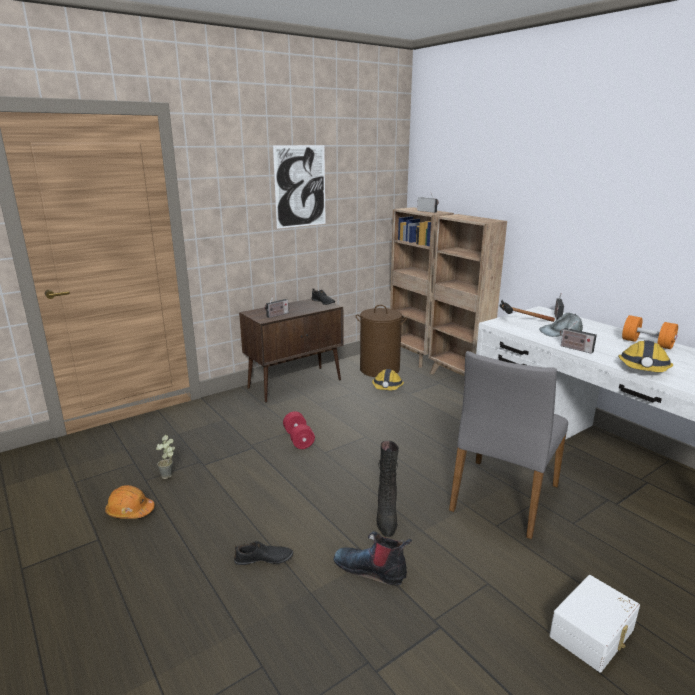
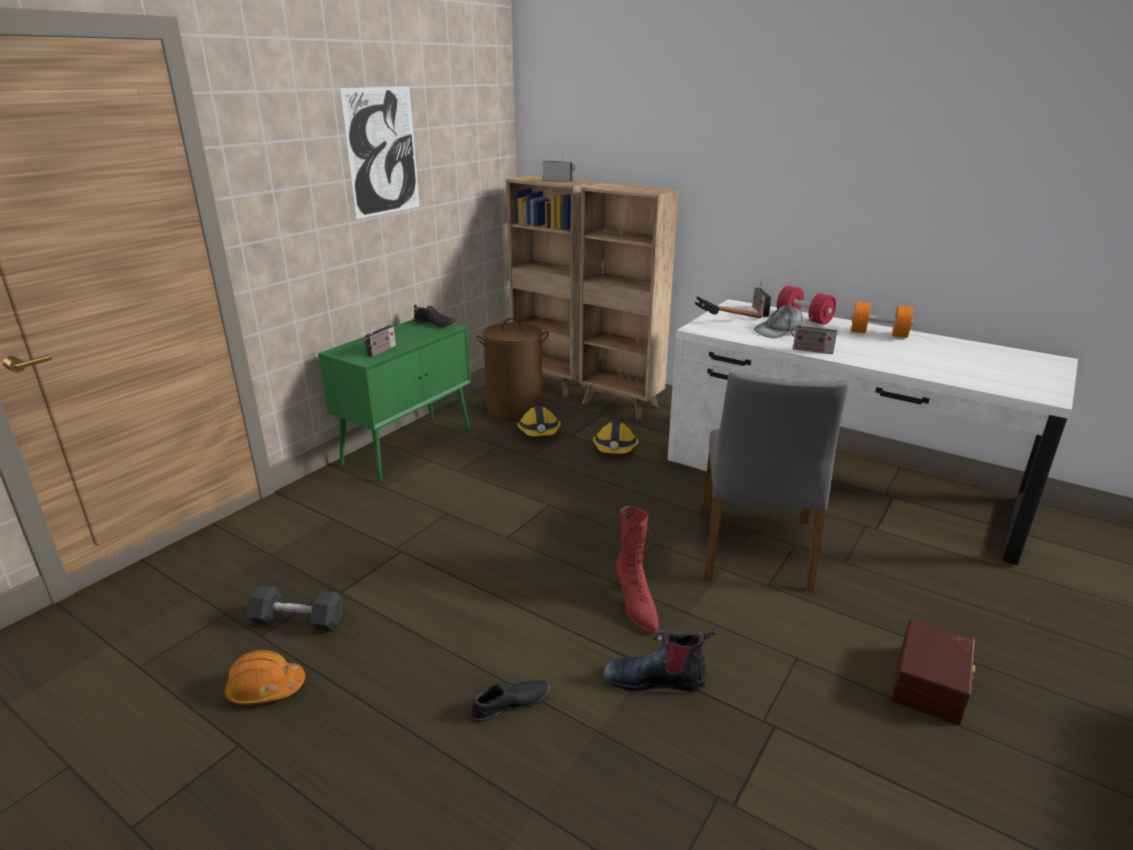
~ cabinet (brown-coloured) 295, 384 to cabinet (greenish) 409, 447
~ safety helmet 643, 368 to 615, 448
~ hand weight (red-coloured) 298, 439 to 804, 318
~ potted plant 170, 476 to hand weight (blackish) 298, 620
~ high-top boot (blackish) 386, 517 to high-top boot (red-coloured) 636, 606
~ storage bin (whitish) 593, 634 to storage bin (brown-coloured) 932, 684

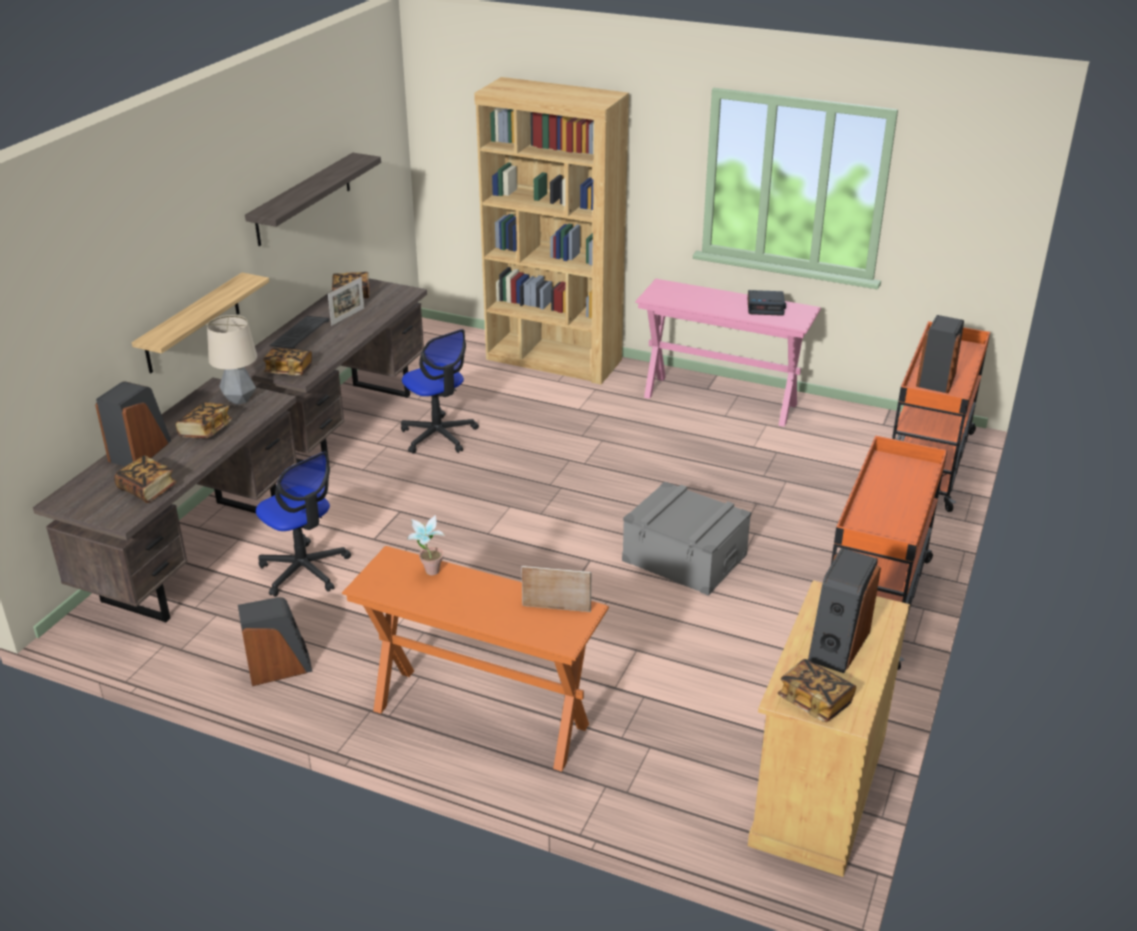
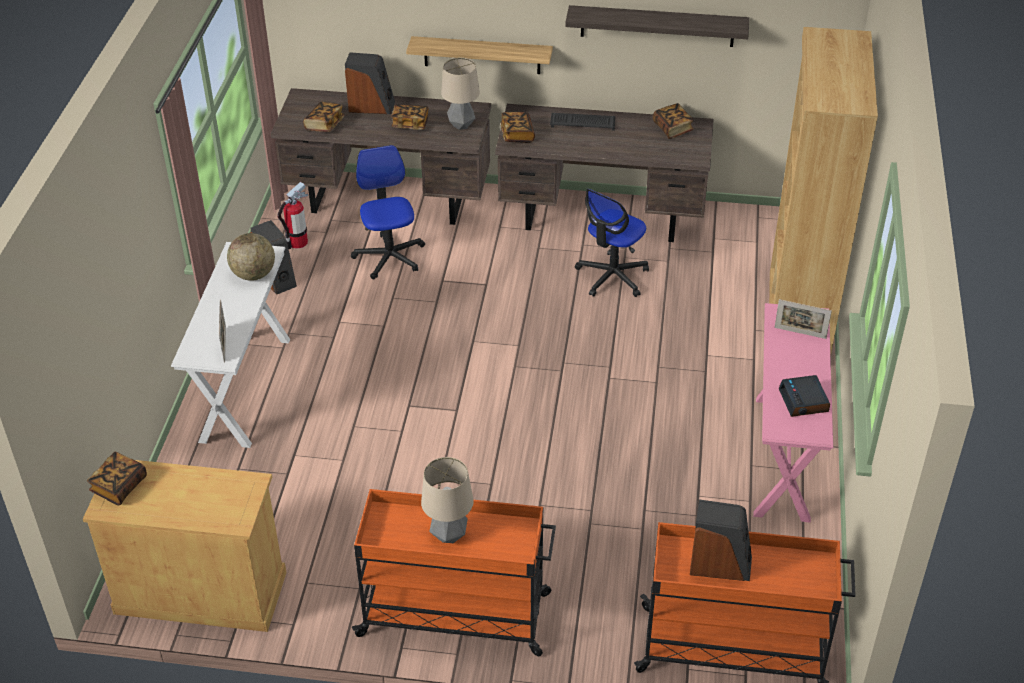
~ picture frame 348, 316 to 800, 333
~ computer chair 304, 570 = 389, 257 135 degrees clockwise
- storage bin (greyish) 685, 557
~ potted plant 429, 574 to globe 254, 274
~ console table (orange-coloured) 480, 717 to console table (whitish) 245, 388
- speaker 837, 645
+ fire extinguisher 297, 242
+ tabletop lamp 449, 536

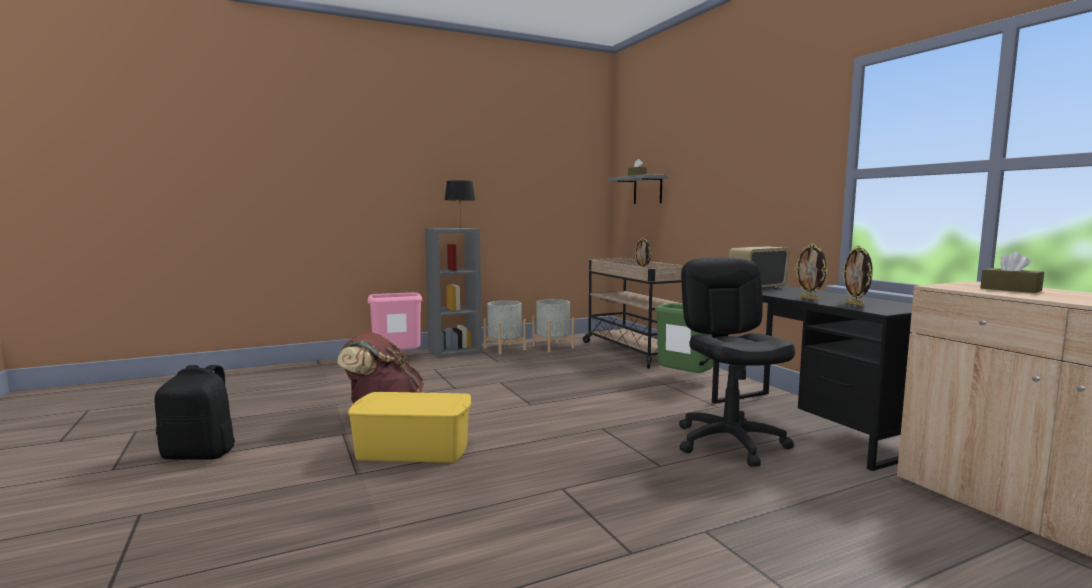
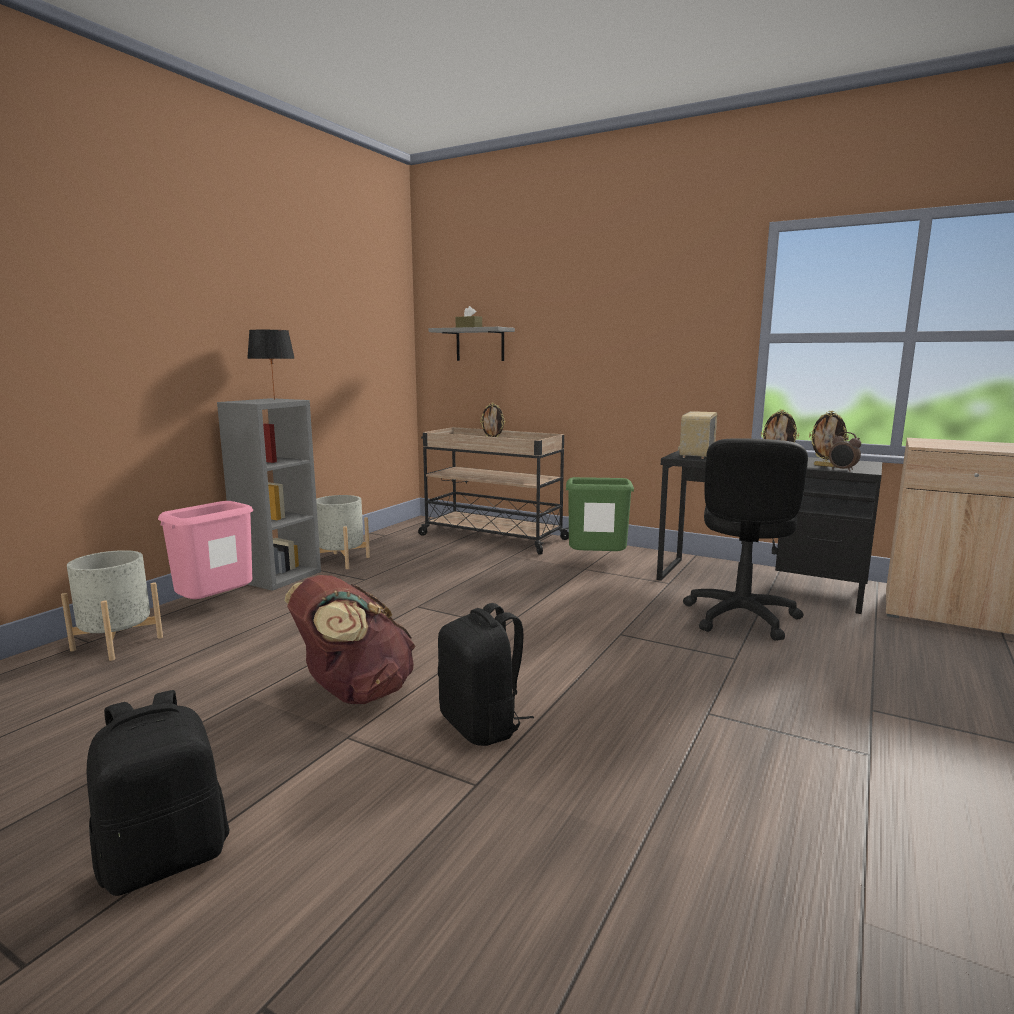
- box of tissues (brown-coloured) 1010, 289
~ computer chair (blackish) 730, 443 = 740, 617 120 degrees counterclockwise
~ plant pot (greyish) 553, 347 to 117, 643
~ storage bin (yellow-coloured) 413, 449 to backpack (blackish) 482, 725
+ table clock 842, 470

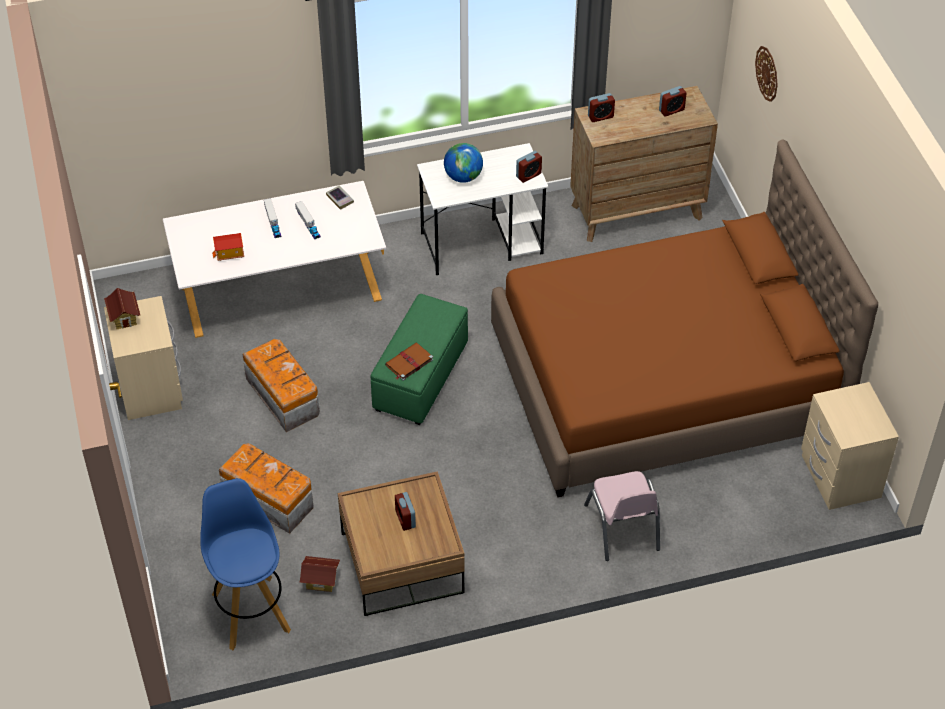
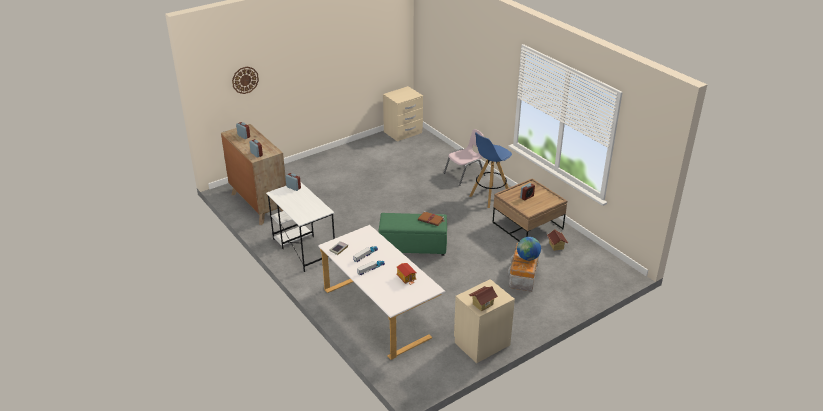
- bed (brown-coloured) 666, 381
~ globe 463, 177 to 528, 258
- storage bin 283, 396
~ sitting stool (bluish) 250, 611 to 489, 196

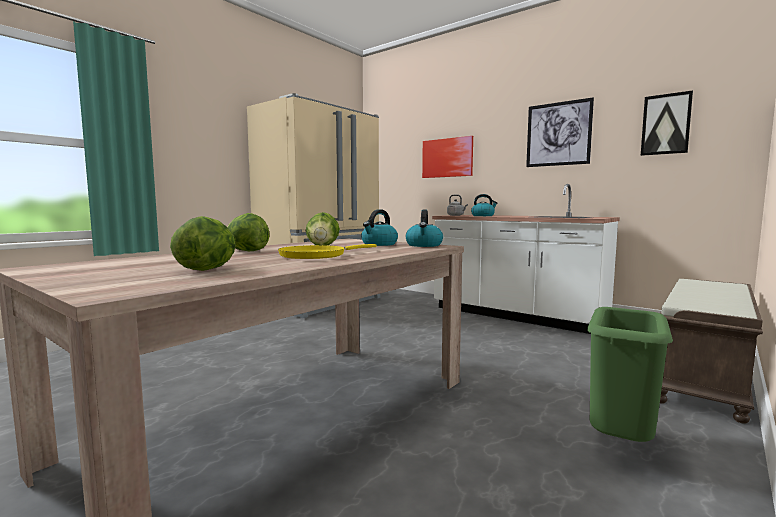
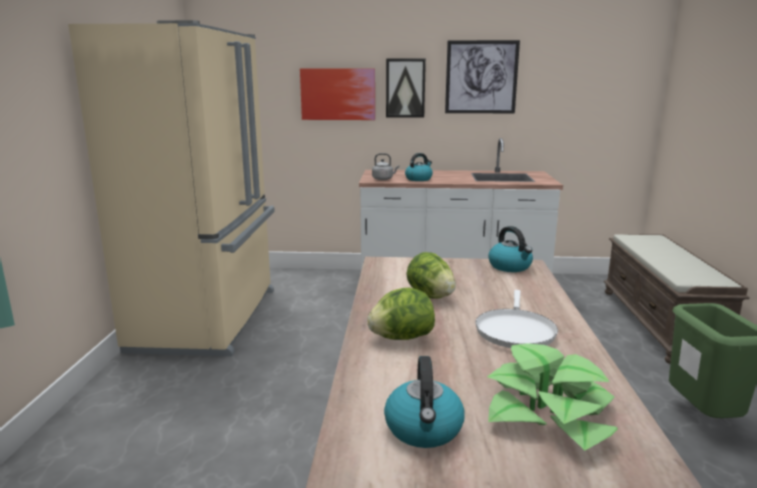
~ wall picture 666, 124 to 405, 88
~ kettle 379, 244 to 424, 429
~ head of lettuce 207, 269 to potted plant 549, 413
~ frying pan (yellow-coloured) 317, 256 to frying pan (whitish) 515, 331

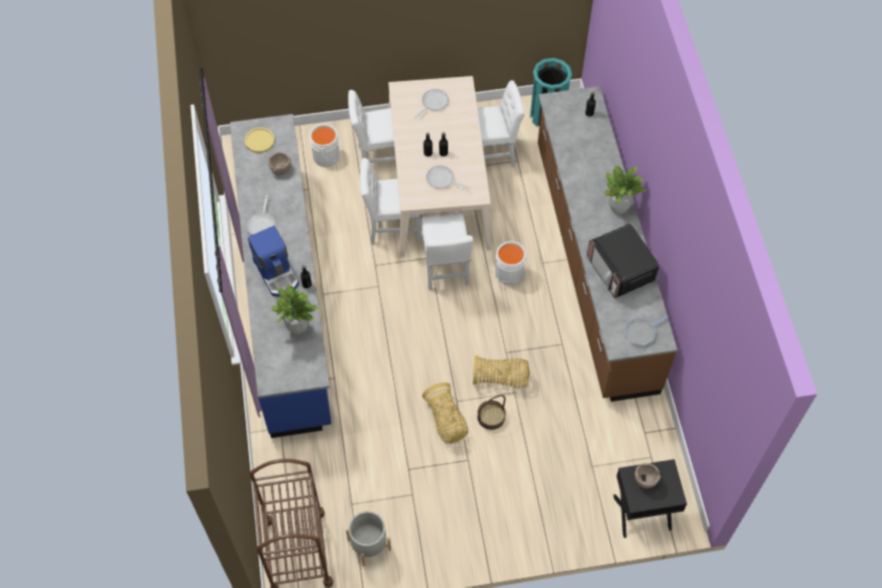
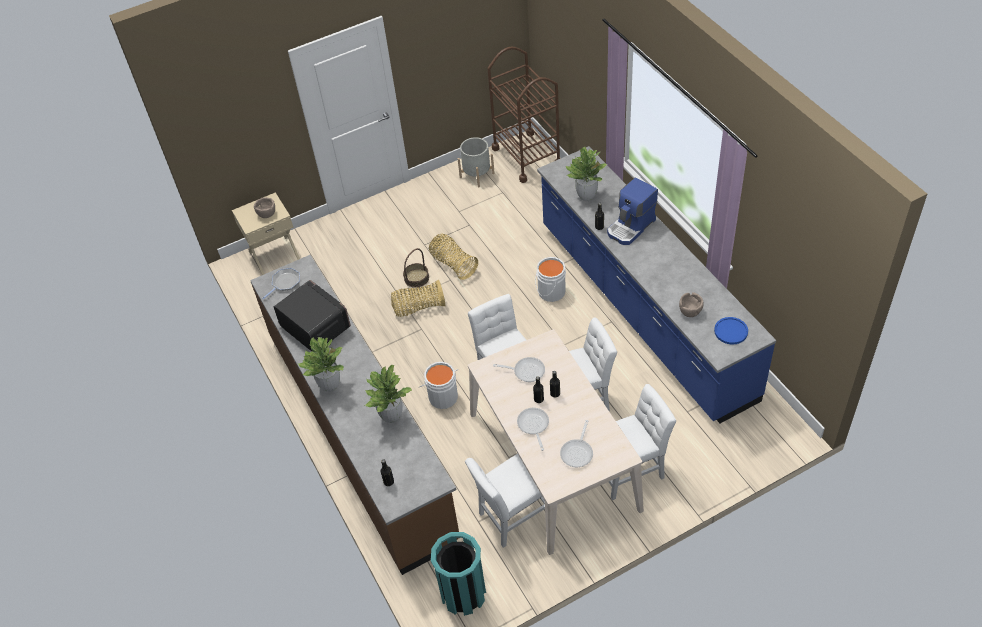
~ water bucket (whitish) 327, 157 to 550, 292
~ dinner plate (yellow-coloured) 259, 141 to dinner plate (bluish) 731, 331
~ frying pan 262, 224 to 533, 426
~ coffee machine 277, 273 = 631, 227 90 degrees counterclockwise
~ night table (blackish) 642, 513 to night table (beige) 274, 254
+ potted plant 391, 416

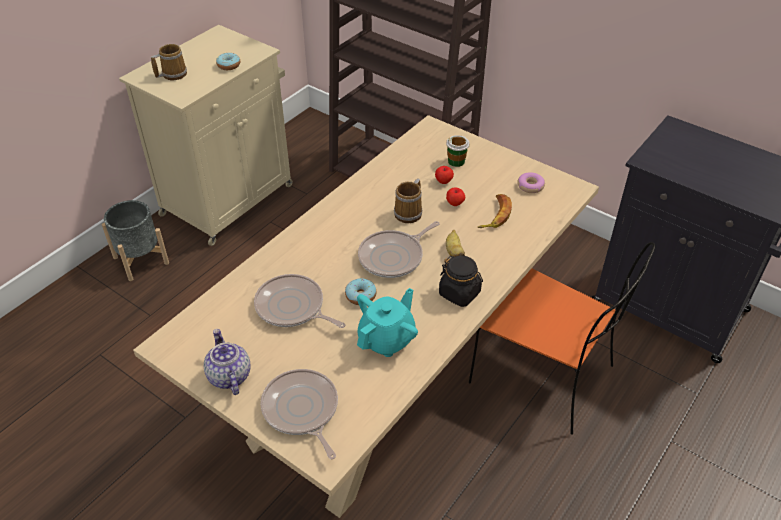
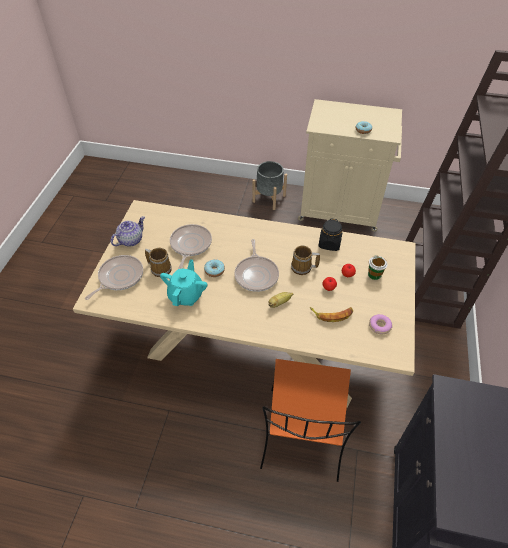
~ coffee mug 172, 74 to 160, 268
~ frying pan 394, 257 = 256, 274 120 degrees counterclockwise
~ jar (blackish) 459, 293 to 329, 243
~ pot for tea (turquoise) 387, 339 = 186, 295 90 degrees counterclockwise

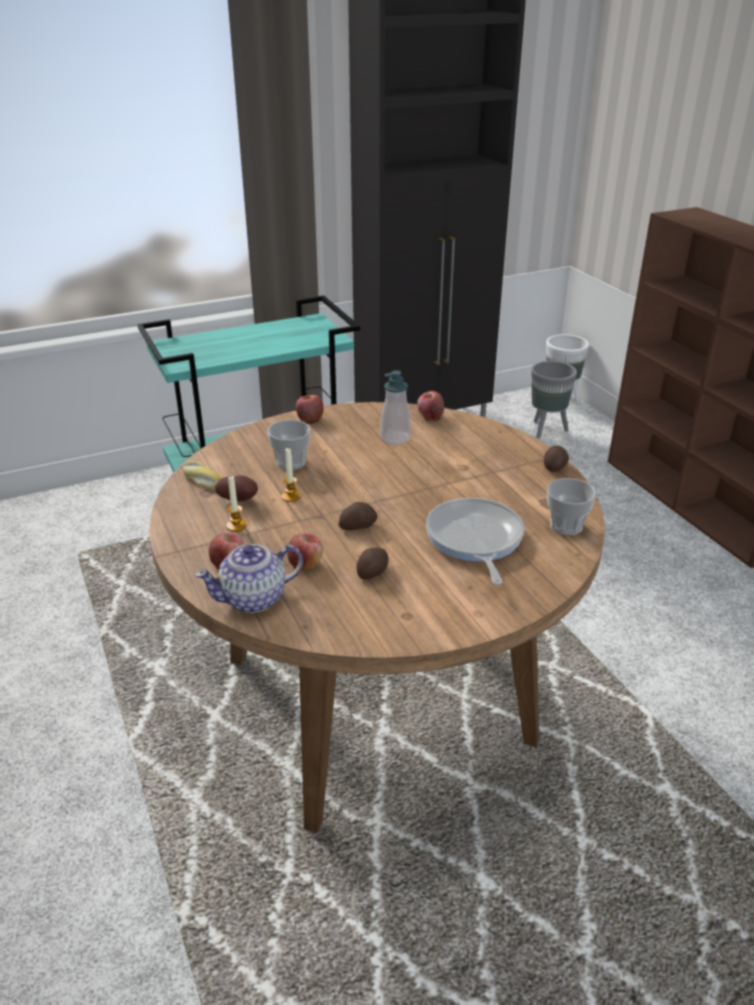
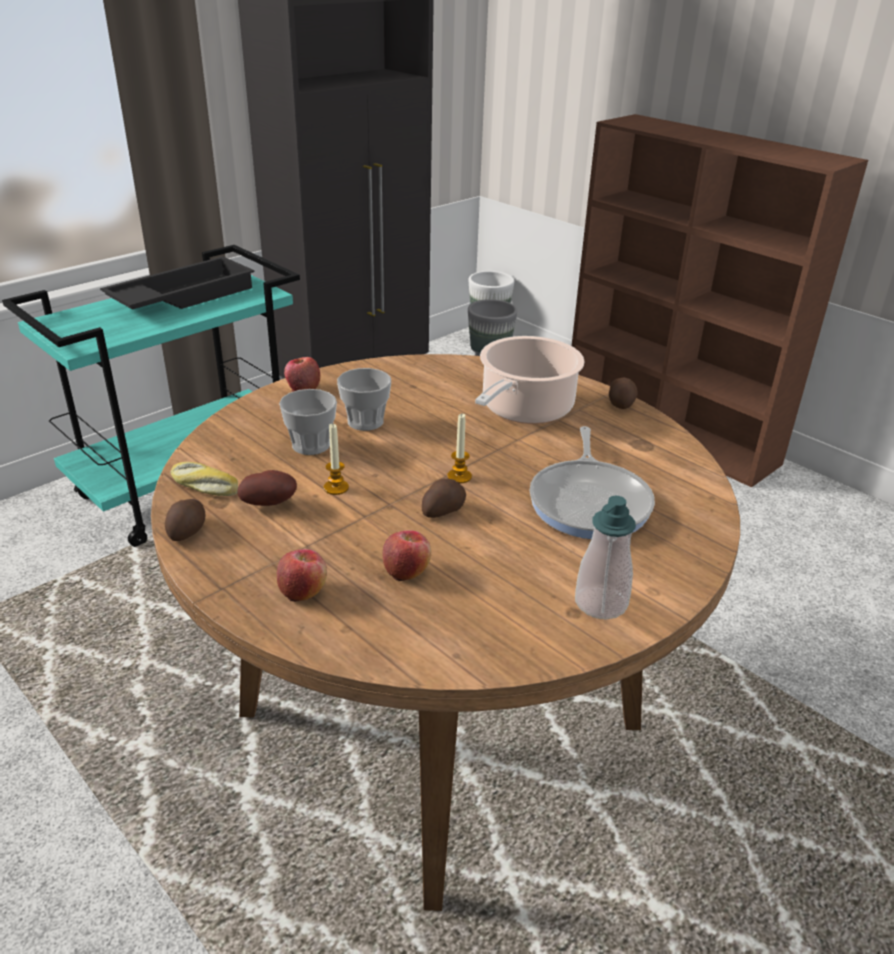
~ soap bottle 395, 438 to 600, 603
- apple fruit 430, 416
~ wax light 236, 526 to 459, 476
~ cup 566, 526 to 365, 422
~ frying pan 474, 540 = 590, 502 150 degrees counterclockwise
- pot for tea 254, 599
~ whole potato 373, 572 to 188, 531
+ carrying tray (blackish) 182, 296
+ stockpot 524, 410

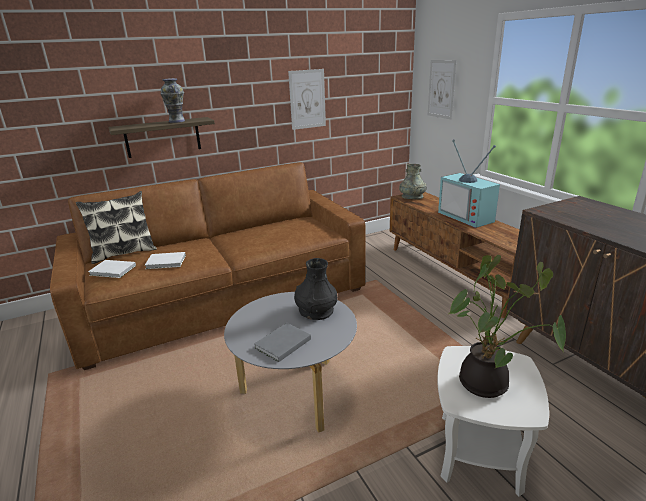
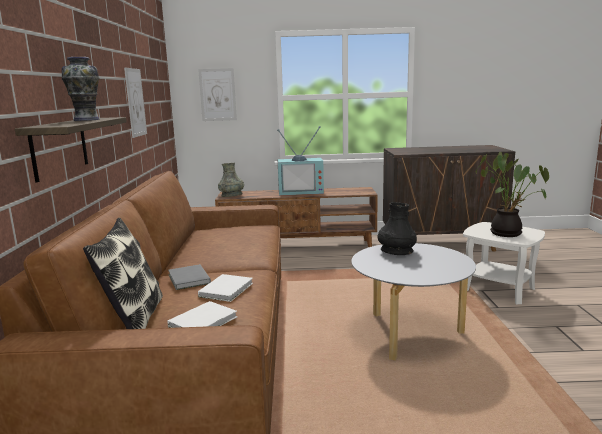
~ volume (greyish) 281, 344 to 188, 279

